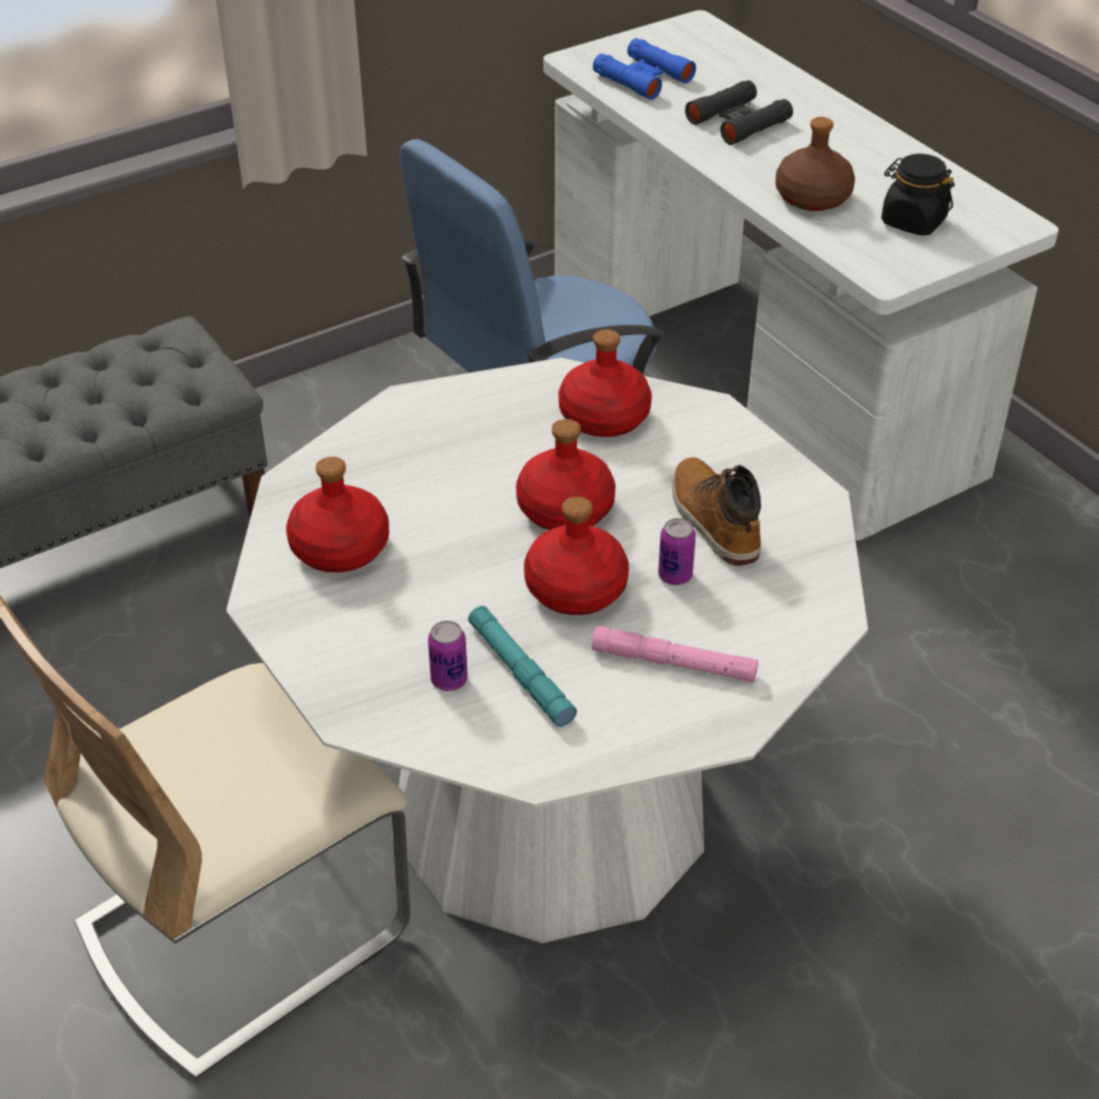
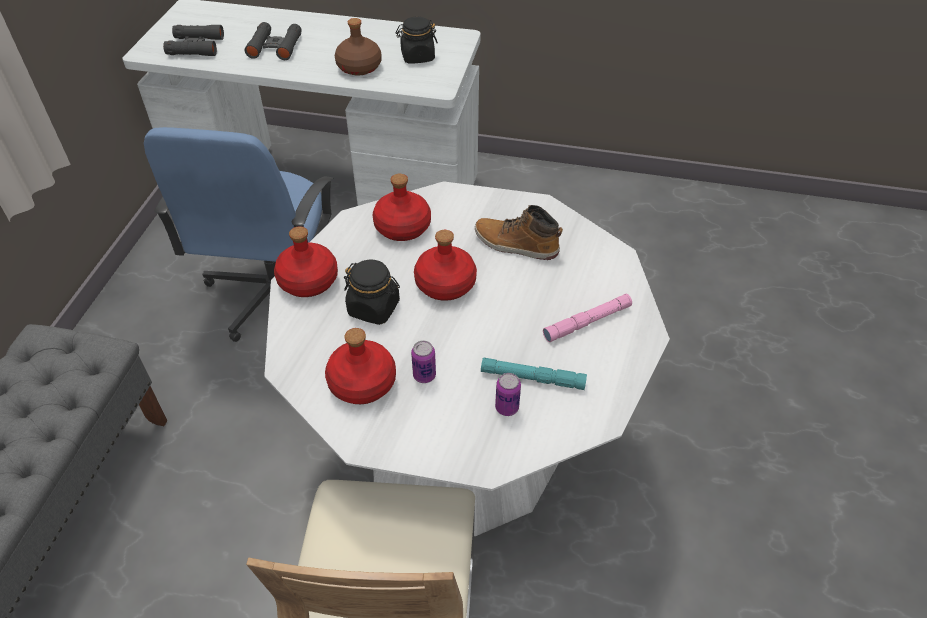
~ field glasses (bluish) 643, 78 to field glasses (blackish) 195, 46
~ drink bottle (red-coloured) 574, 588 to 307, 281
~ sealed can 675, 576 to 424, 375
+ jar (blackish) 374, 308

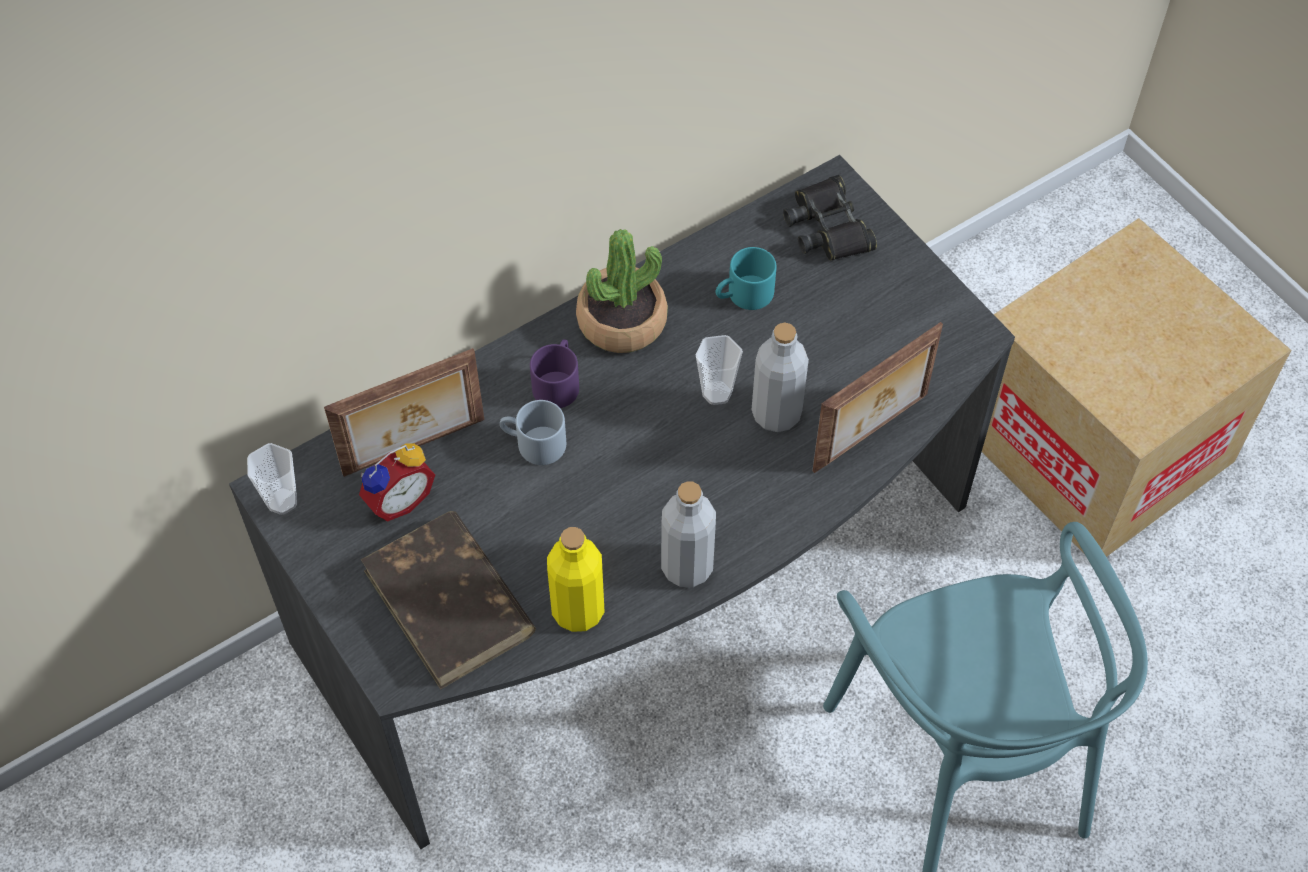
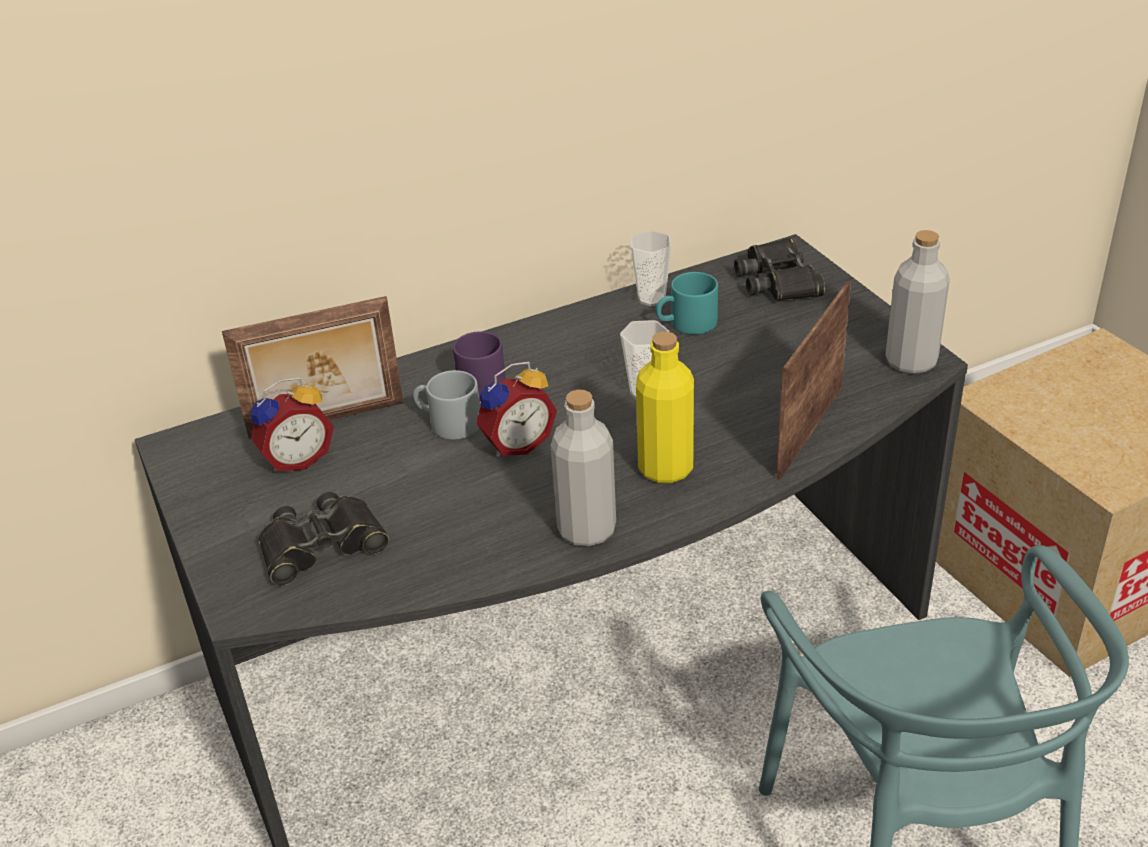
- potted plant 622, 321
~ picture frame 872, 433 = 807, 431 150 degrees clockwise
~ drink bottle (greyish) 776, 413 to 911, 361
~ cup 282, 501 to 651, 298
~ volume (brown-coloured) 450, 603 to field glasses (blackish) 322, 546
~ drink bottle (yellow-coloured) 578, 610 to 665, 468
+ table clock 516, 443

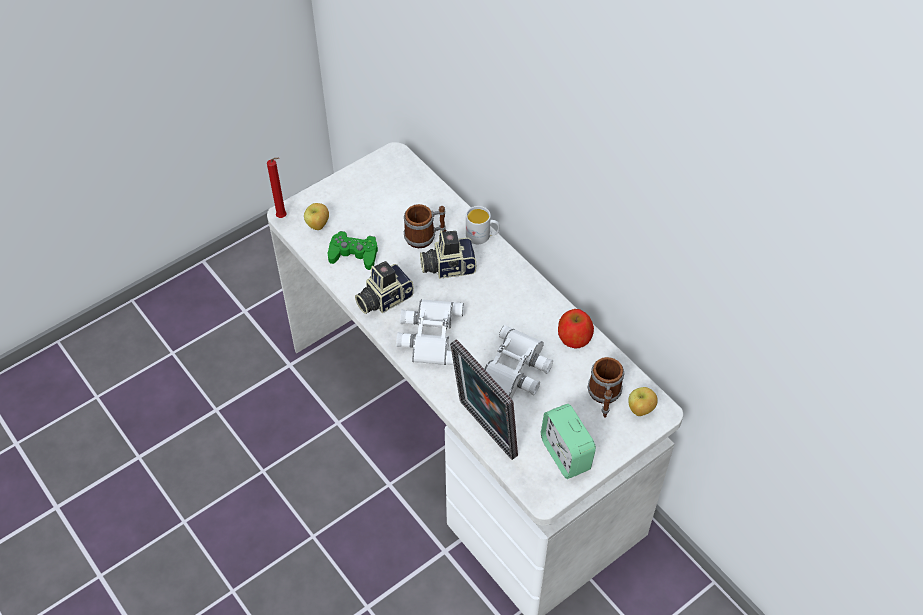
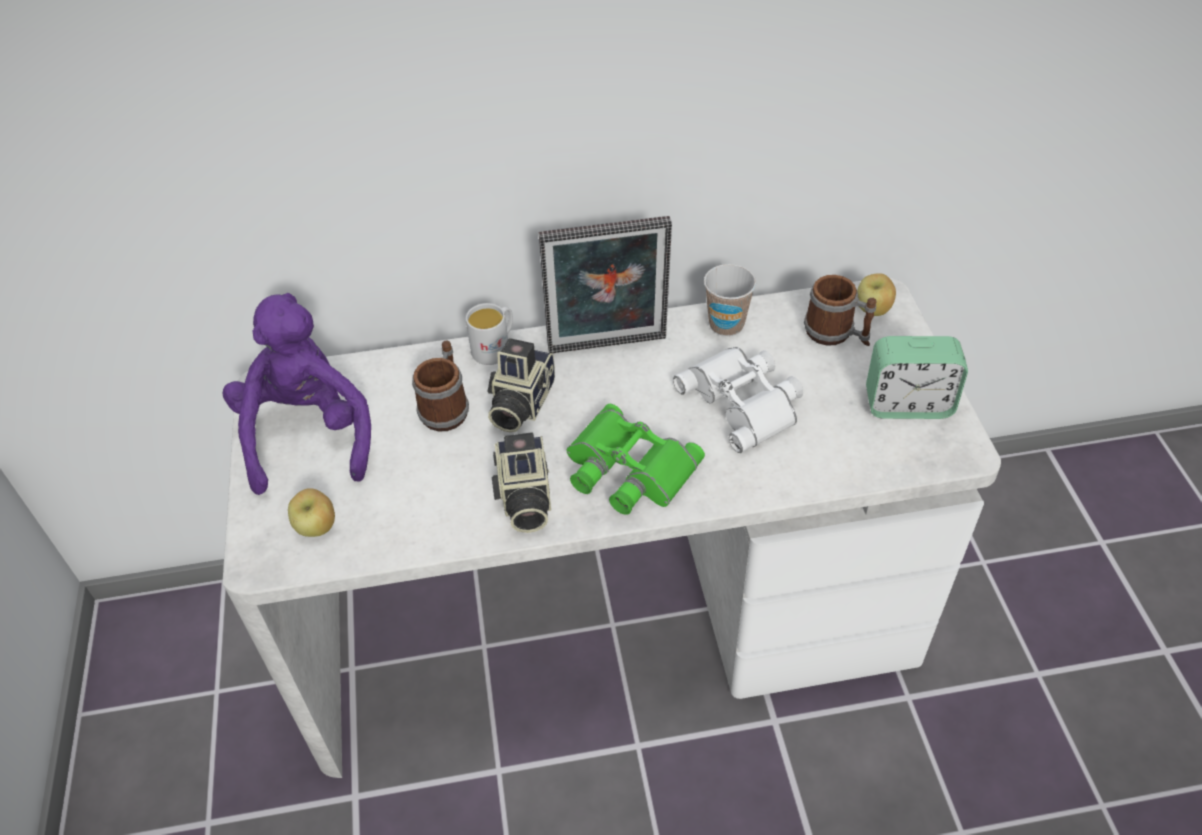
- wax light (red-coloured) 283, 217
- gamepad (greenish) 354, 254
~ field glasses (whitish) 429, 335 to field glasses (greenish) 626, 470
~ apple fruit 574, 337 to cup 726, 324
~ picture frame 483, 431 to 608, 348
+ plush toy (purplish) 308, 435

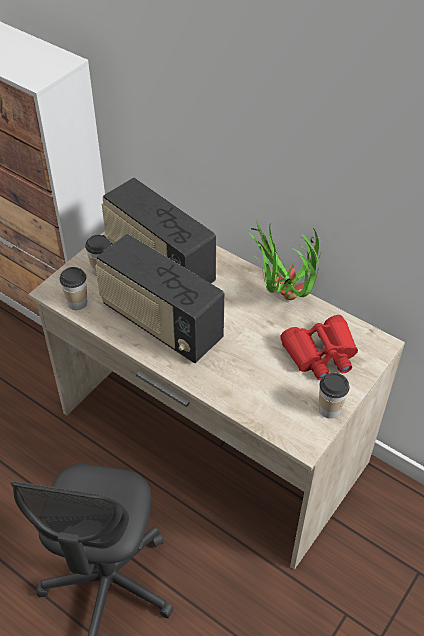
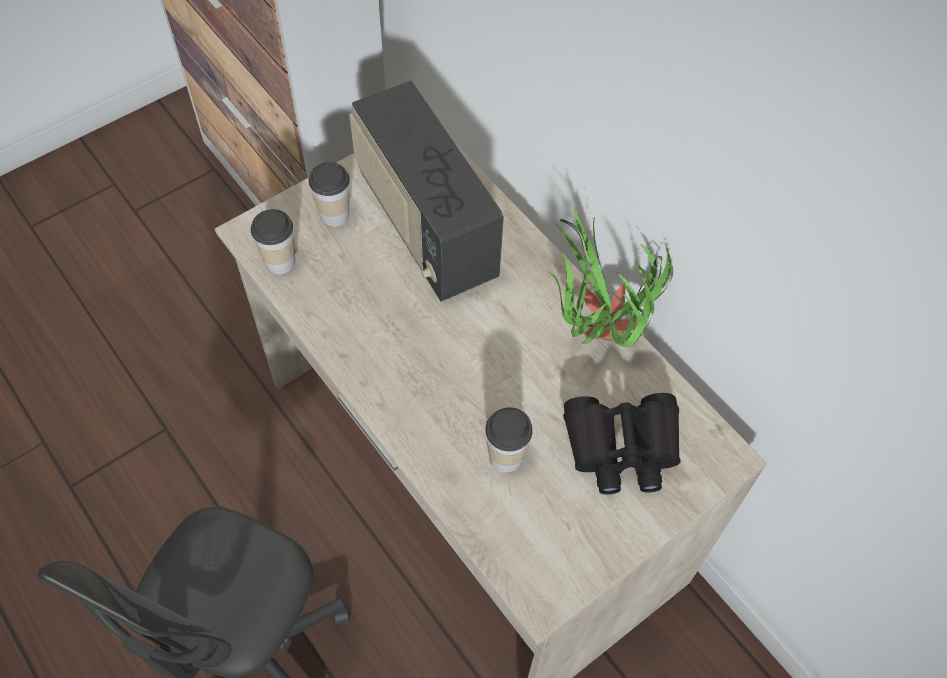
- radio 160, 323
~ field glasses (red-coloured) 320, 354 to field glasses (blackish) 621, 448
~ cup 329, 409 to 506, 456

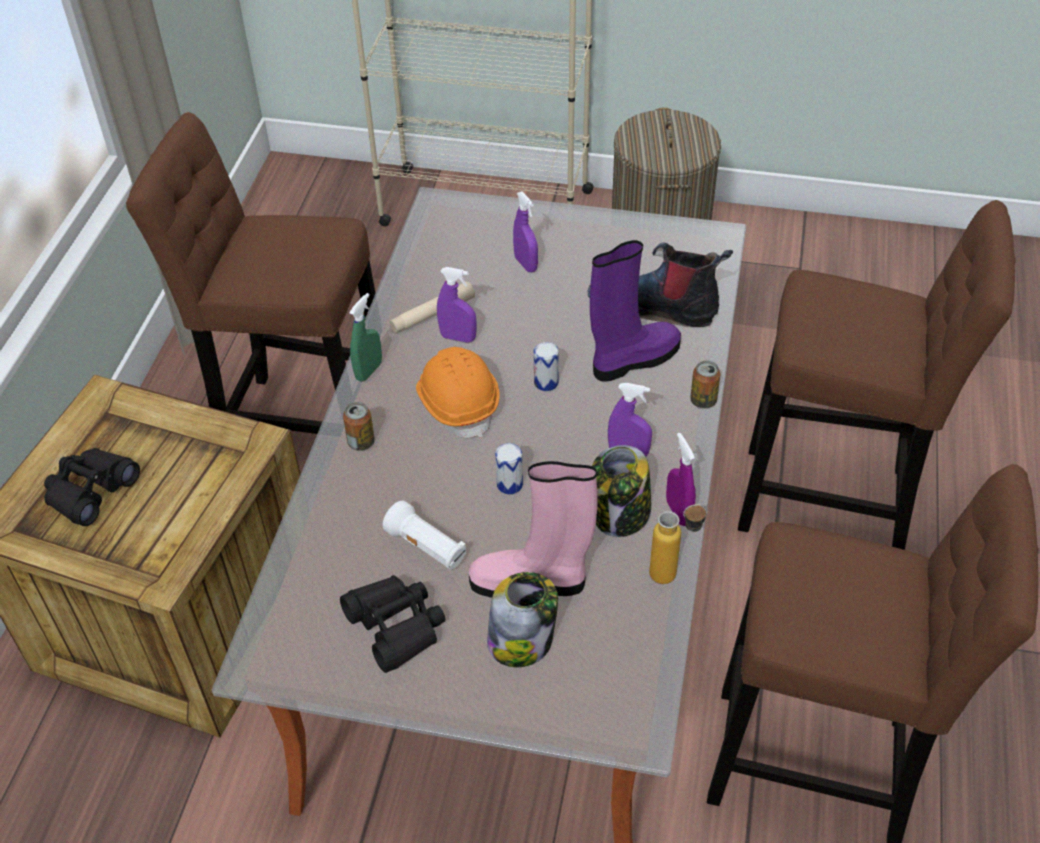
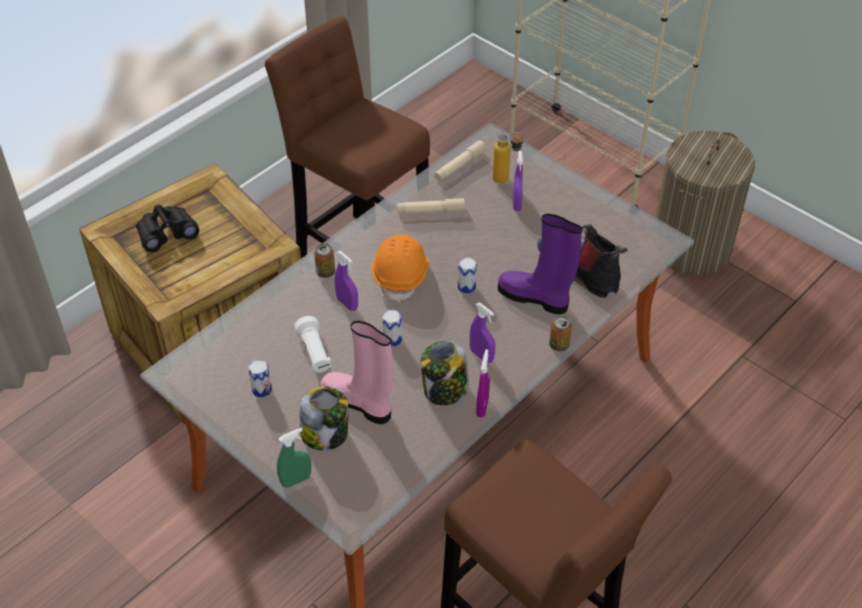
- sitting stool (brown-coloured) 835, 503
~ high-top boot (purplish) 633, 360 = 535, 298 150 degrees counterclockwise
~ hand sprayer (purplish) 458, 337 to 347, 303
~ hand sprayer (greenish) 369, 371 to 296, 480
~ drink bottle 674, 573 to 506, 180
~ field glasses (blackish) 396, 627 to sealed can 262, 390
+ flashlight (beige) 459, 166

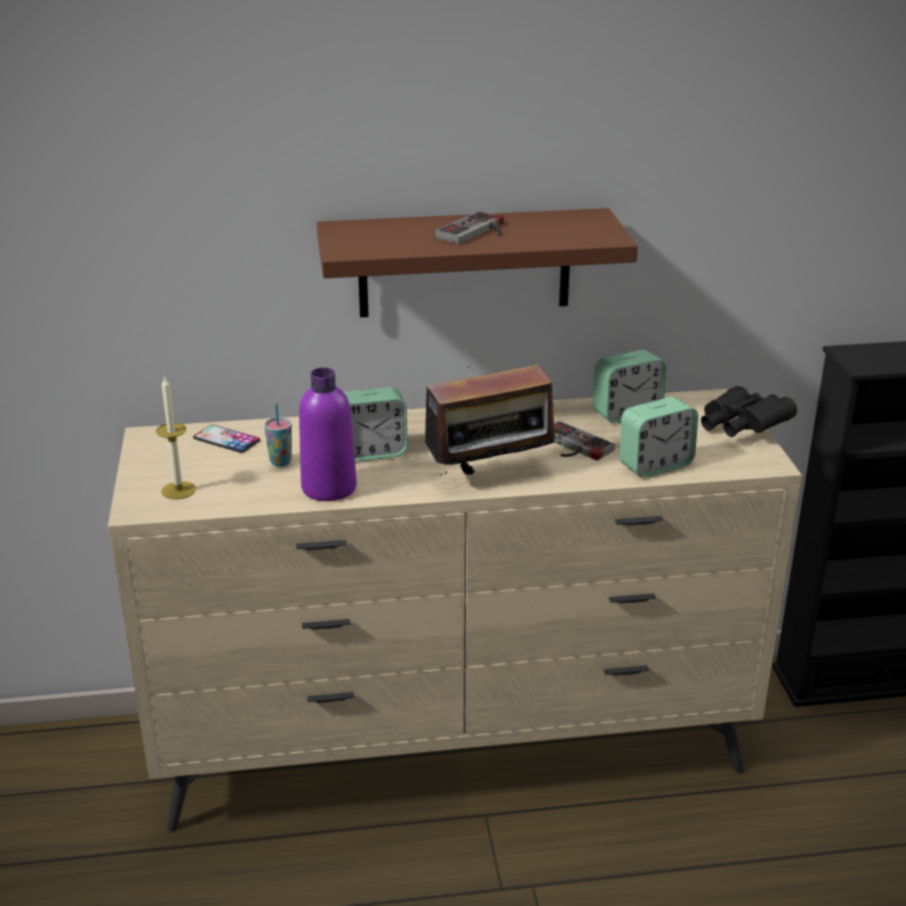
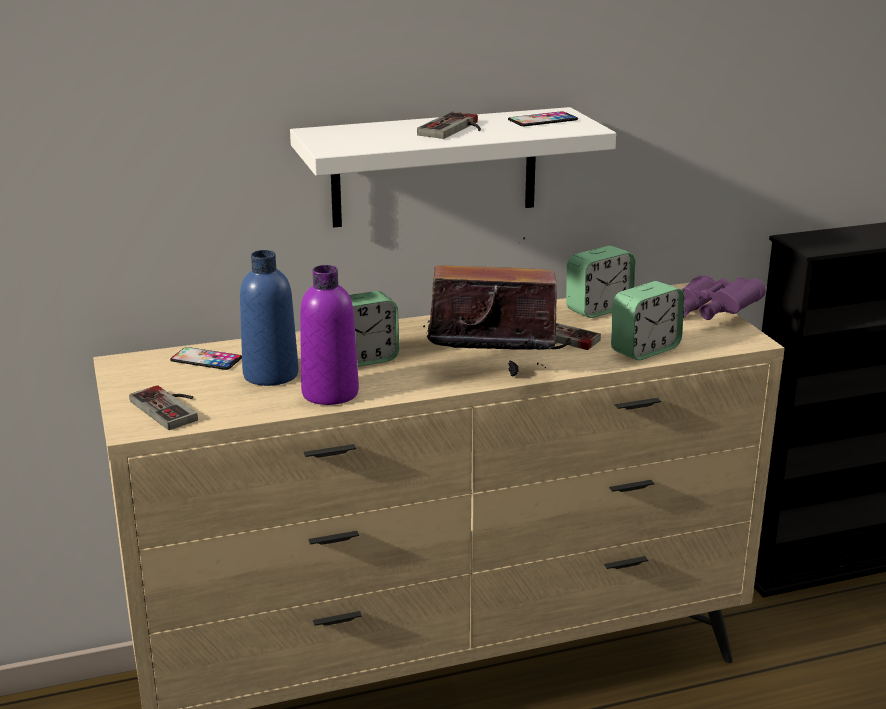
~ shelf (brown-coloured) 464, 263 to shelf (whitish) 435, 167
~ radio 491, 475 = 490, 370 150 degrees counterclockwise
~ wax light 178, 490 to gamepad 172, 407
~ field glasses (blackish) 740, 428 to field glasses (purplish) 711, 314
~ cup 280, 462 to drink bottle (bluish) 271, 375
+ phone 543, 120

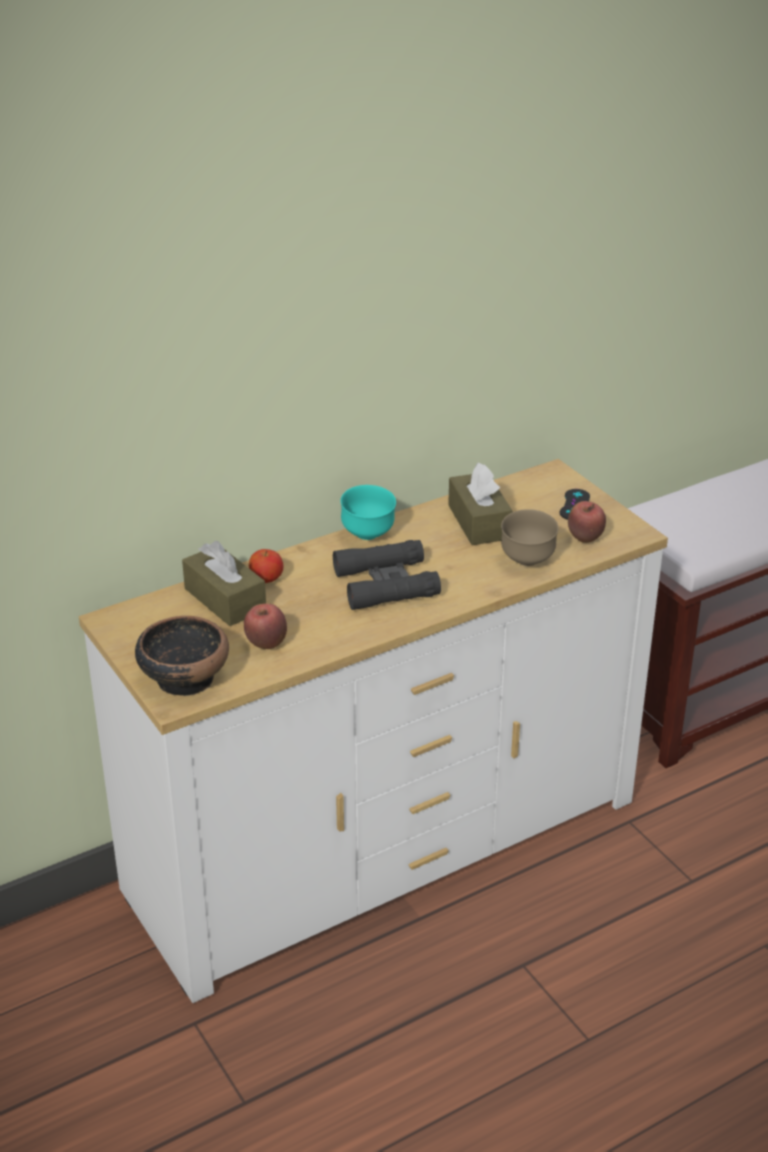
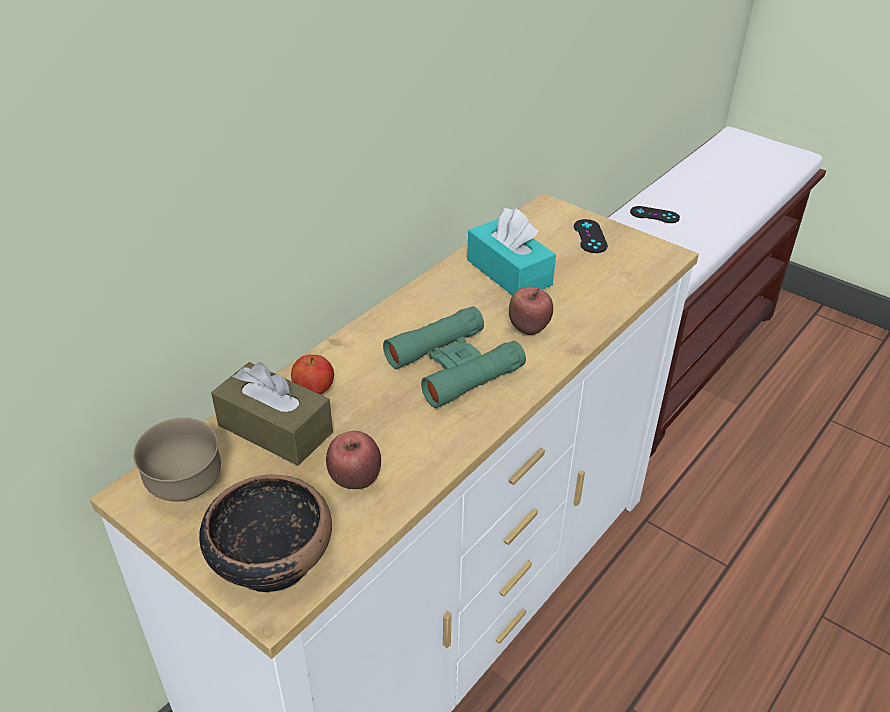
~ box of tissues (brown-coloured) 479, 522 to box of tissues (turquoise) 509, 272
- bowl (turquoise) 368, 535
~ apple fruit 585, 539 to 528, 329
~ bowl (brown-coloured) 527, 561 to 186, 489
~ field glasses (blackish) 386, 584 to field glasses (greenish) 454, 366
+ gamepad (blackish) 654, 215

